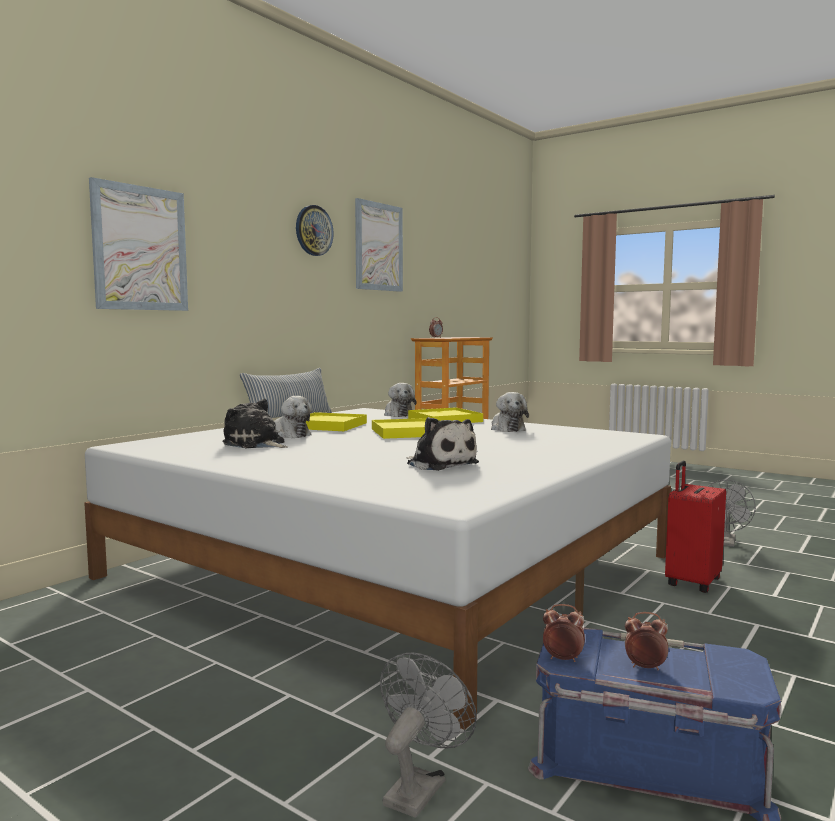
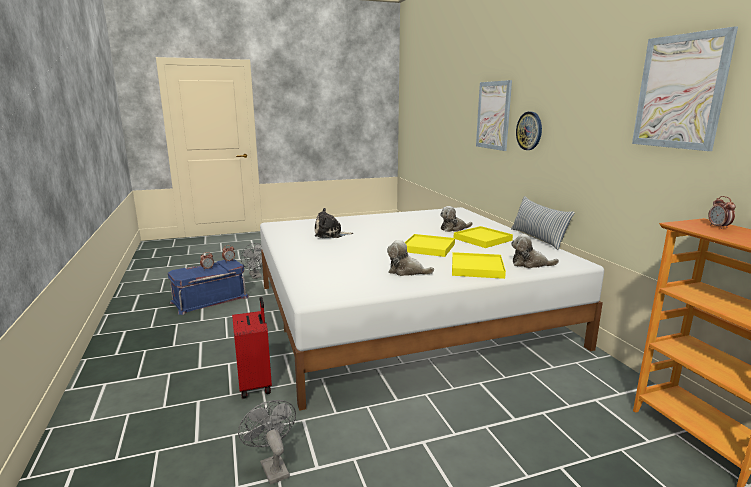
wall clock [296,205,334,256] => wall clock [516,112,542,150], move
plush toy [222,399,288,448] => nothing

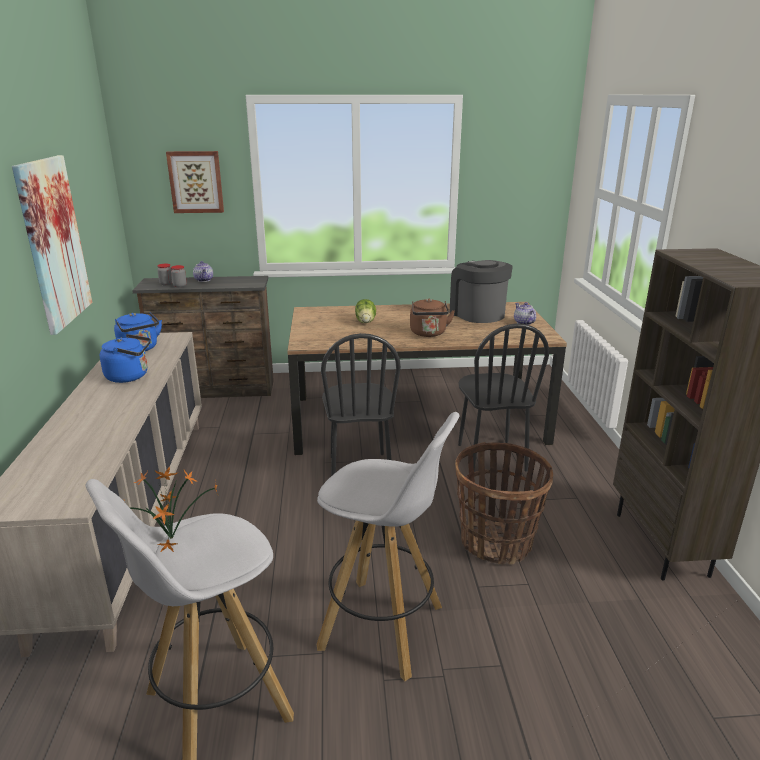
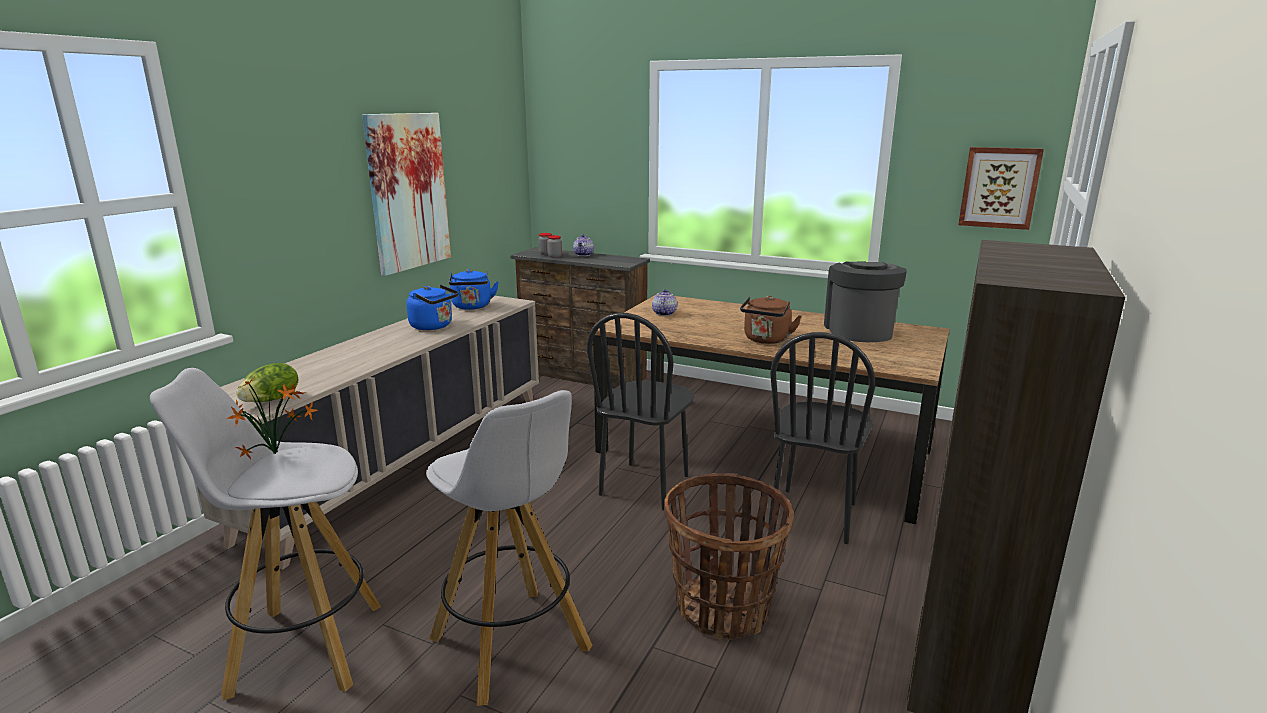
lettuce [355,299,376,323] => lettuce [236,363,299,402], move
teapot [514,302,536,325] => teapot [652,289,677,316], move
picture [166,151,224,213] => picture [958,147,1044,230], move

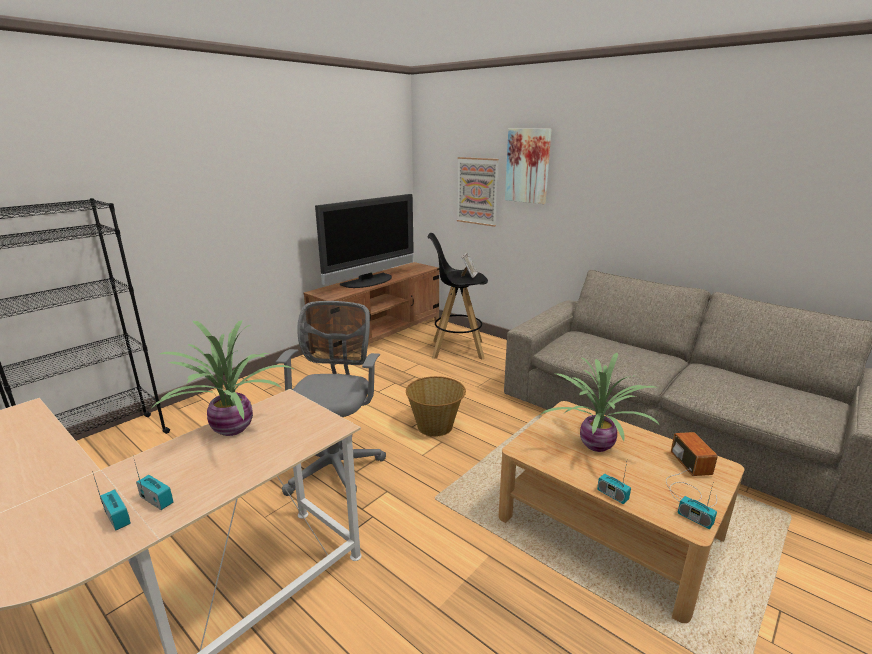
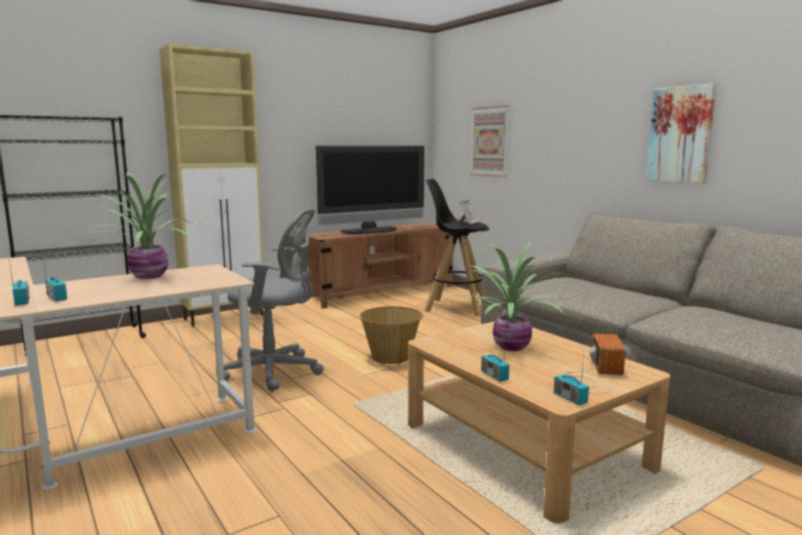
nothing => cabinet/beige [160,44,264,327]
office chair/grey [276,301,386,496] => office chair/grey [216,209,324,392], 75 degrees clockwise
picture [505,129,552,204] => picture [646,83,717,184], move

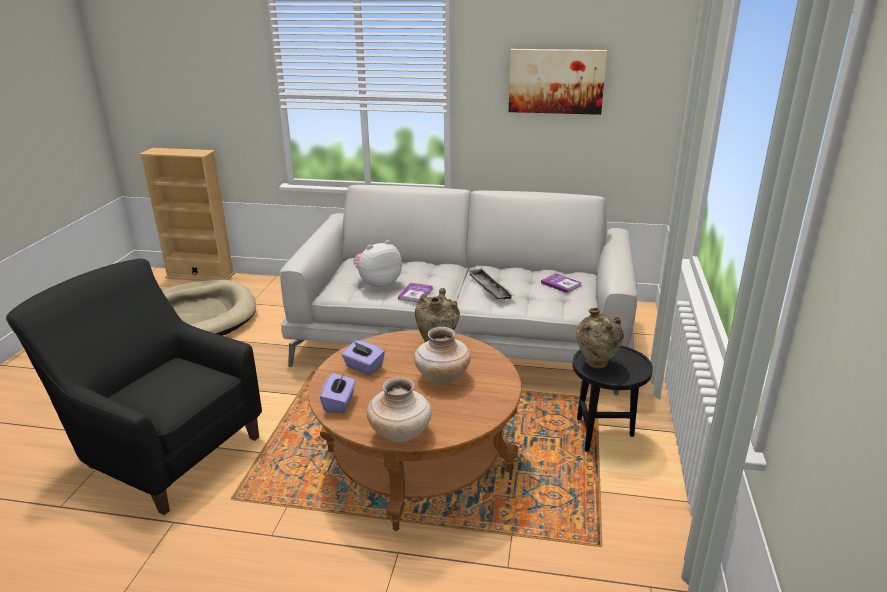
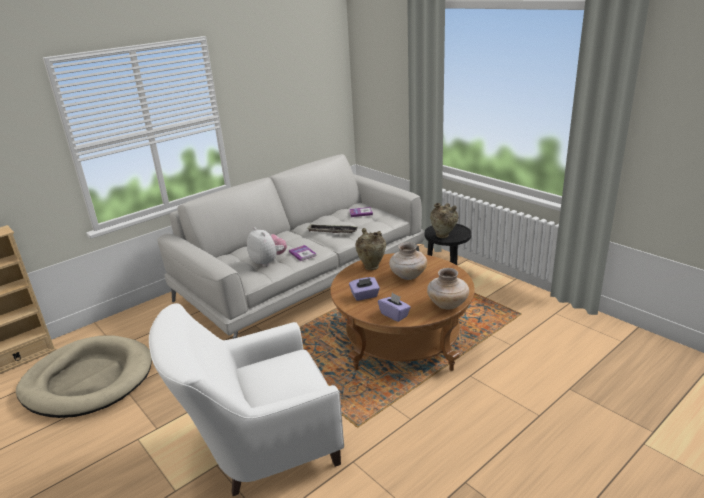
armchair/black [6,259,262,515] => armchair/white [149,303,344,496]
plush toy [353,240,402,290] => plush toy [247,227,287,267], 135 degrees clockwise
picture [509,49,607,115] => nothing

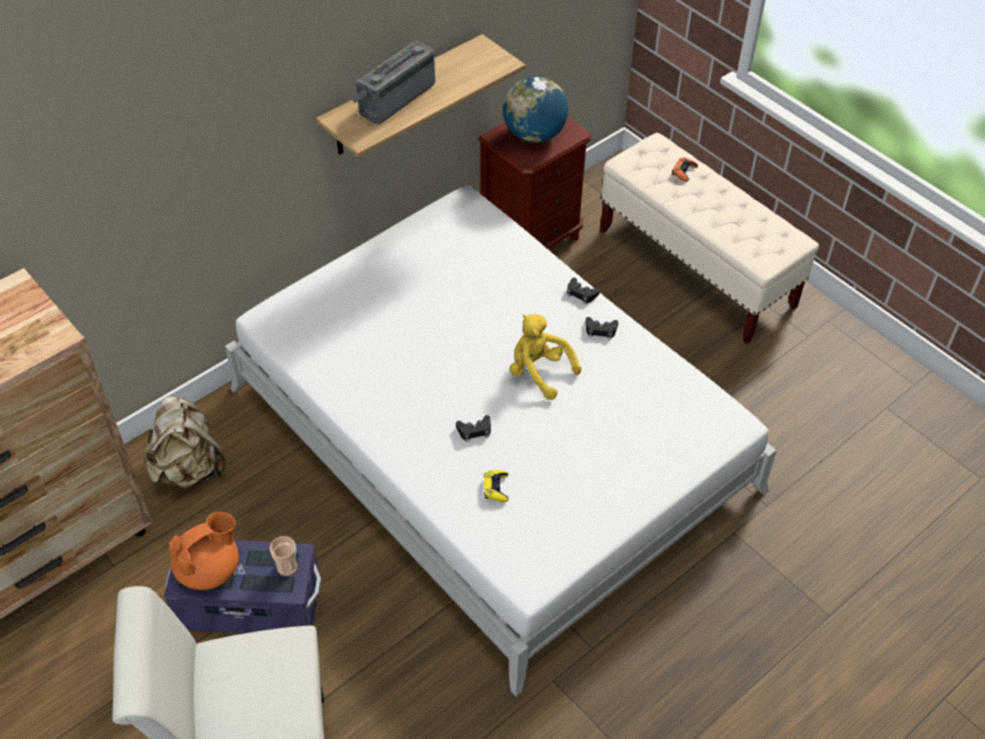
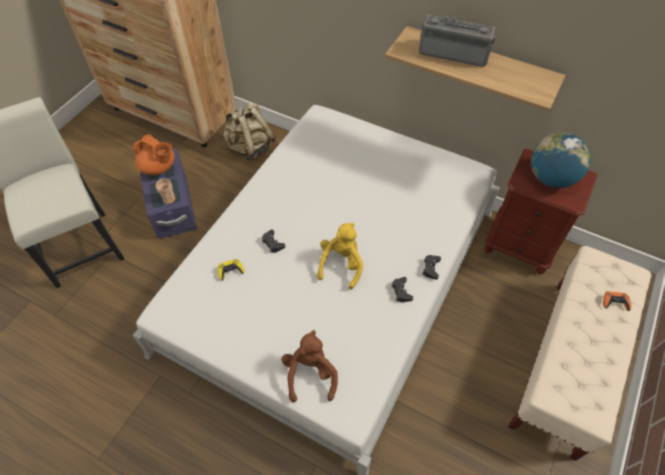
nothing => plush toy/brown [281,330,338,403]

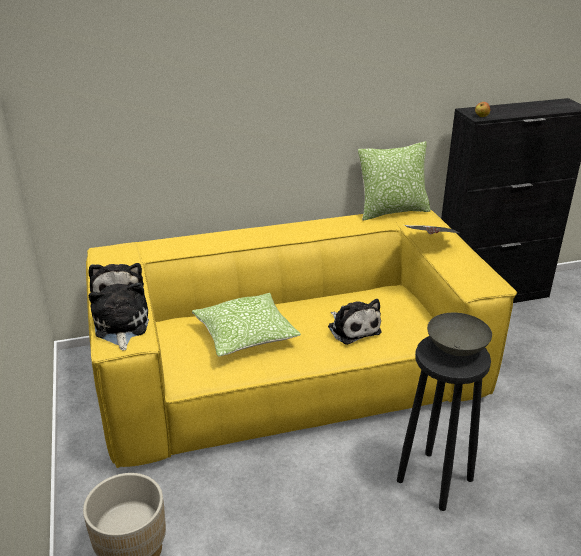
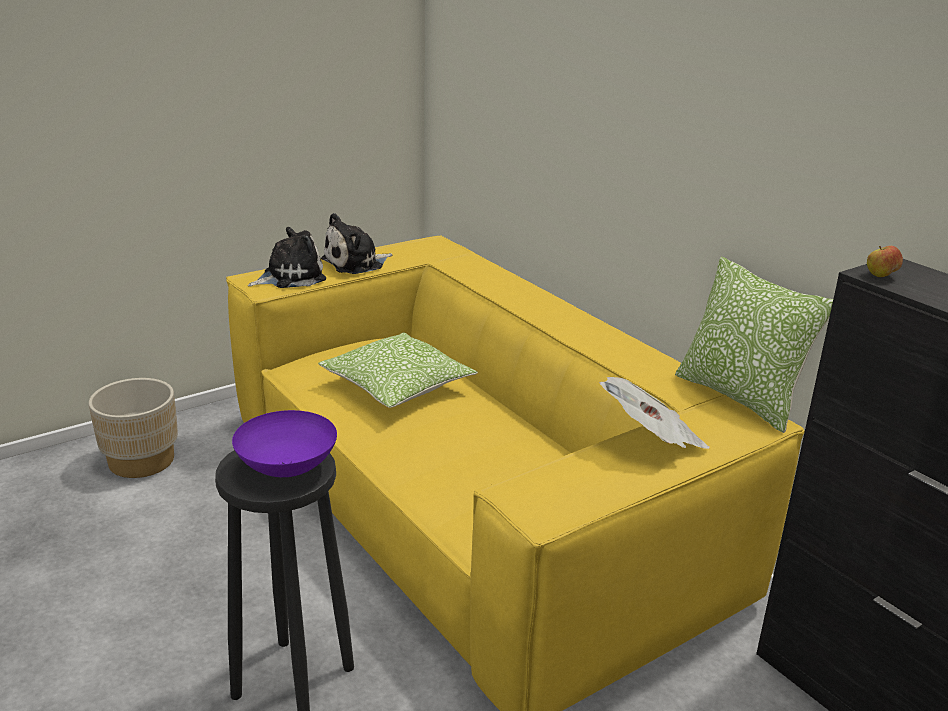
bowl/grey [427,313,492,356] => bowl/purple [232,410,337,477]
plush toy [328,299,382,345] => nothing

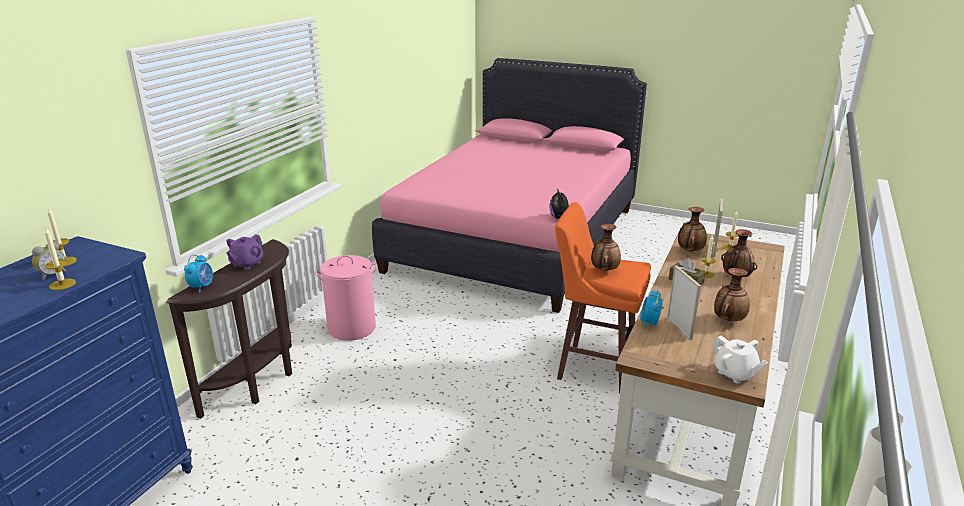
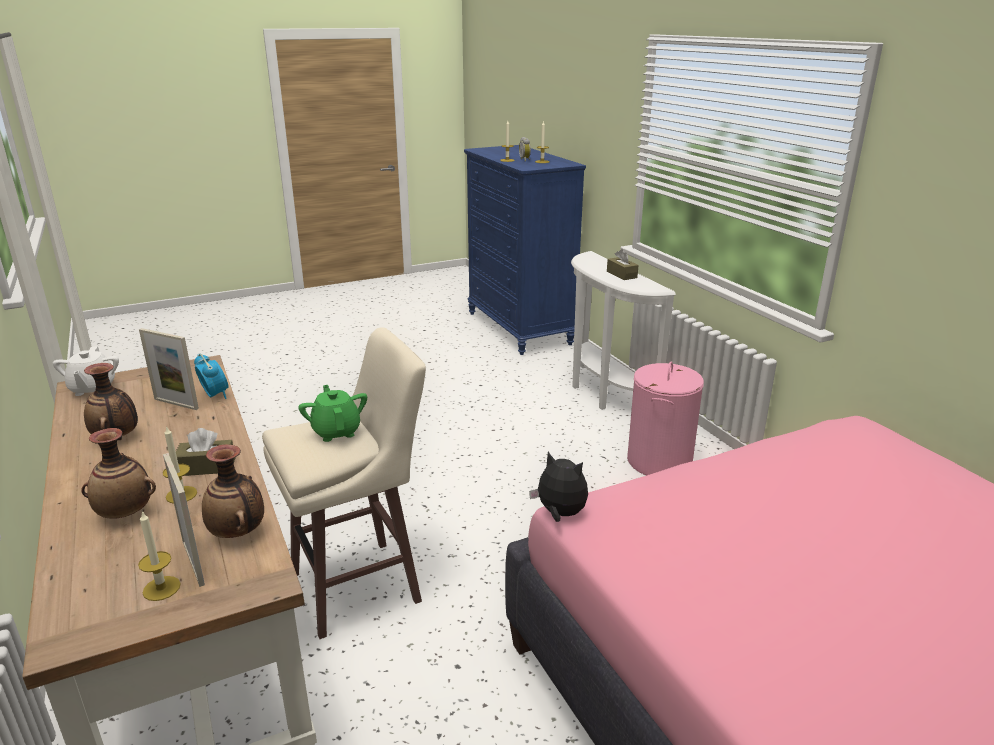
teapot/white [713,336,768,384] => teapot/white [53,346,119,396], 105 degrees counterclockwise
stool/orange [555,202,651,393] => stool/beige [262,327,426,639]
vase [591,224,621,271] => teapot/green [298,385,367,442]
console table/brown [166,239,292,419] => console table/white [571,251,676,410]
teapot/purple [226,234,263,270] => tissue box/brown [607,249,638,280]
alarm clock [184,254,213,293] => nothing

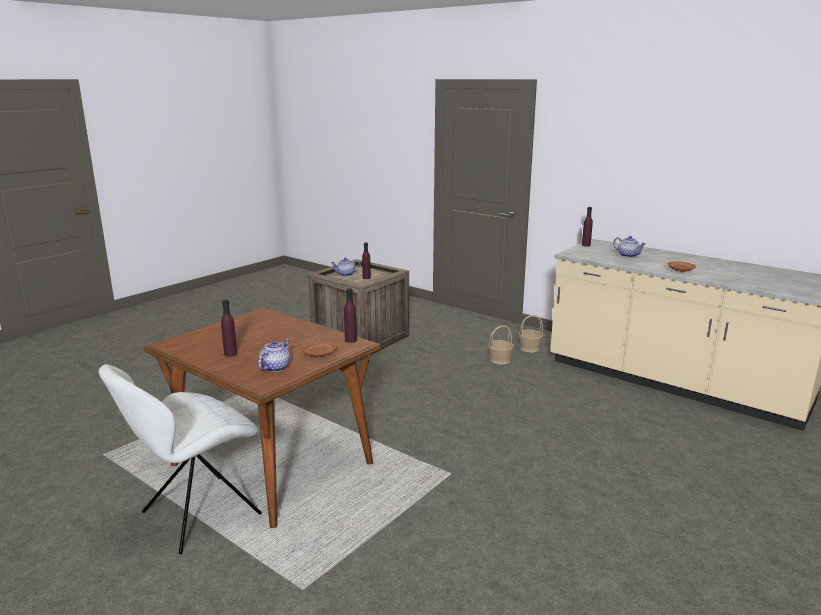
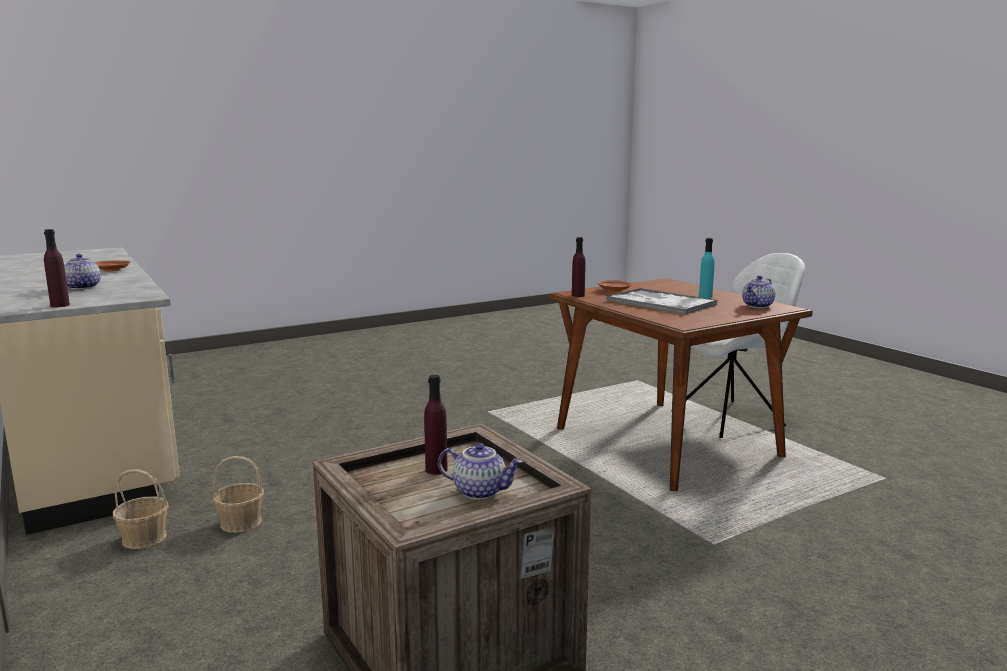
nothing => tray [606,288,718,315]
bottle/purple [221,300,237,357] => bottle/turquoise [699,238,715,298]
teapot [258,339,290,372] => teapot [742,275,775,308], move

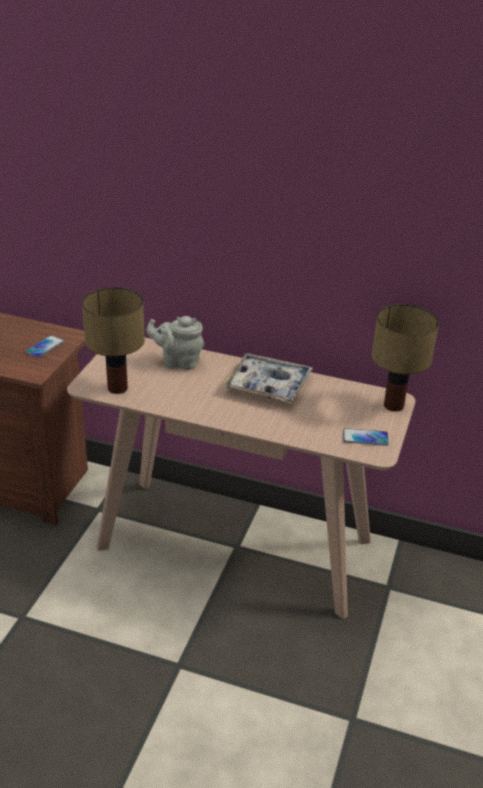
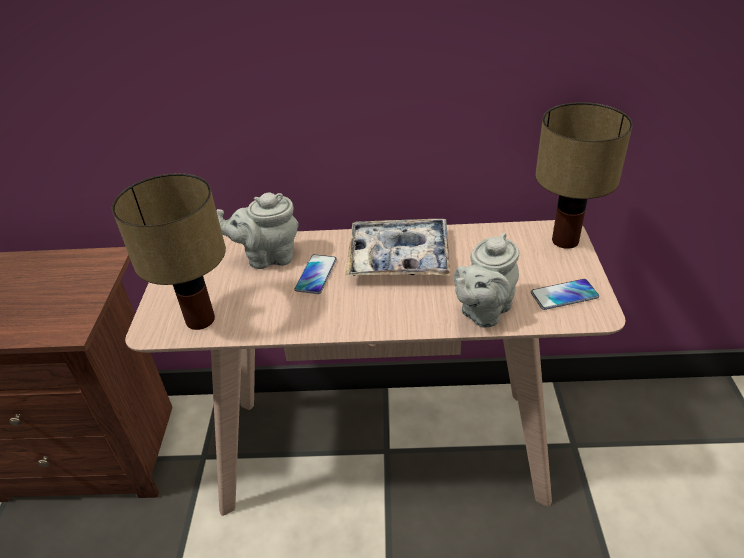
phone [25,335,65,358] => phone [295,254,337,294], move
nothing => teapot/grey [454,233,519,328]

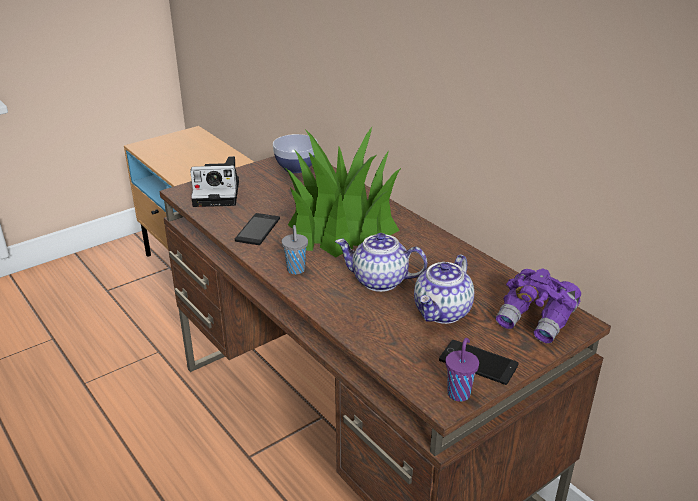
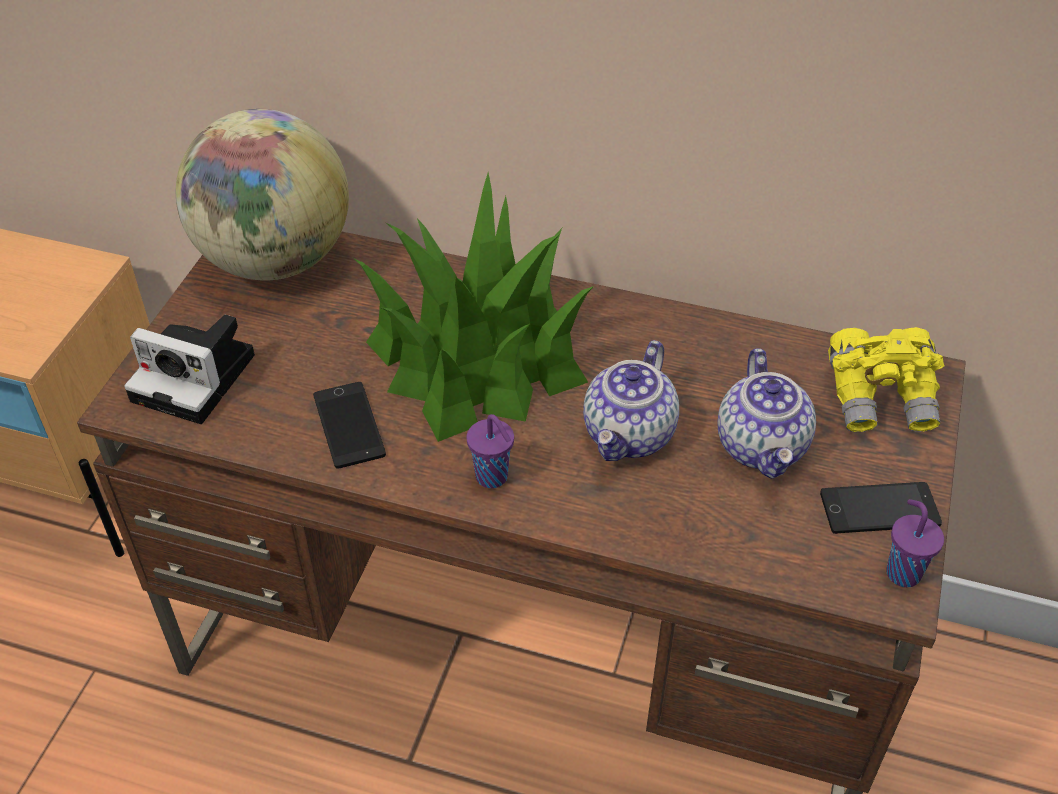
photo camera [190,156,239,207] => photo camera [124,315,255,424], 60 degrees clockwise
bowl [273,134,318,173] => globe [176,109,349,281]
cup/grey [282,225,308,274] => cup/purple [466,414,514,488]
teapot [335,233,427,292] => teapot [583,340,679,461], 45 degrees counterclockwise
binoculars/purple [496,268,581,343] => binoculars/yellow [828,327,945,432]

